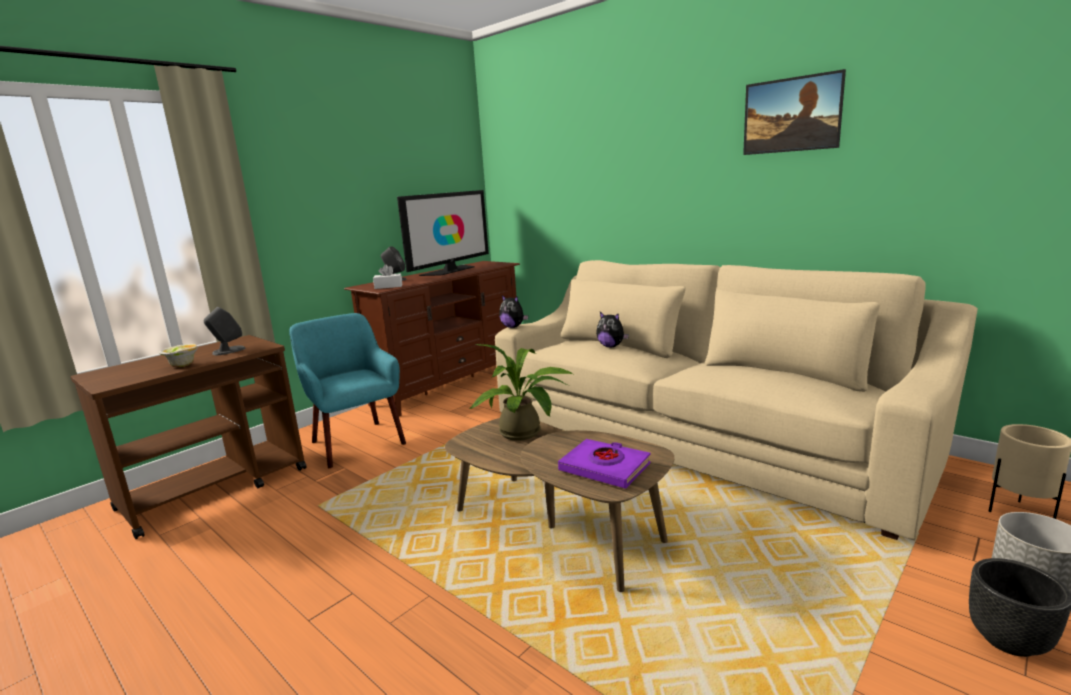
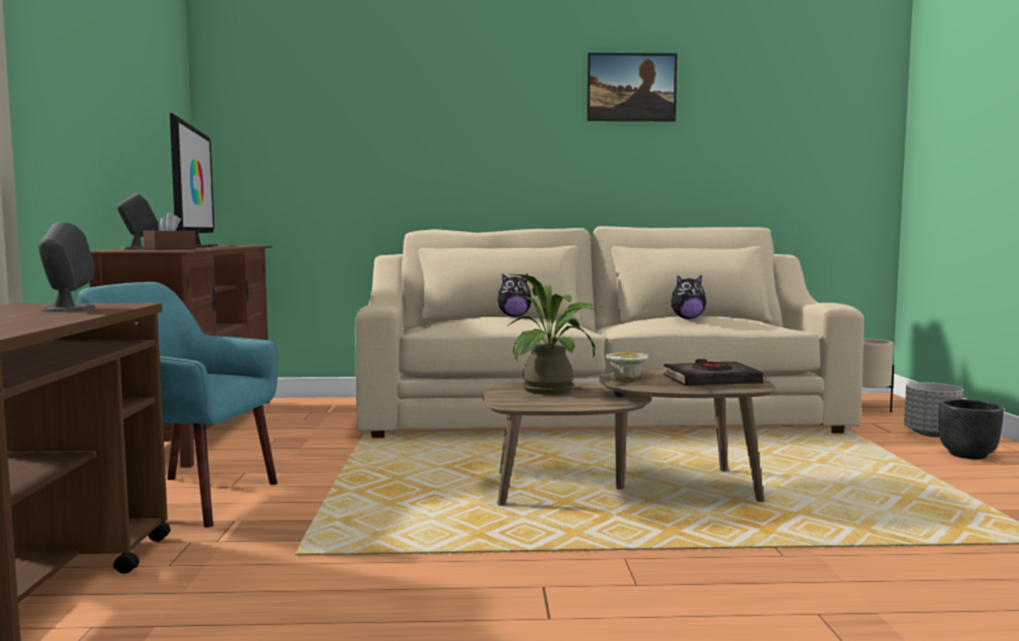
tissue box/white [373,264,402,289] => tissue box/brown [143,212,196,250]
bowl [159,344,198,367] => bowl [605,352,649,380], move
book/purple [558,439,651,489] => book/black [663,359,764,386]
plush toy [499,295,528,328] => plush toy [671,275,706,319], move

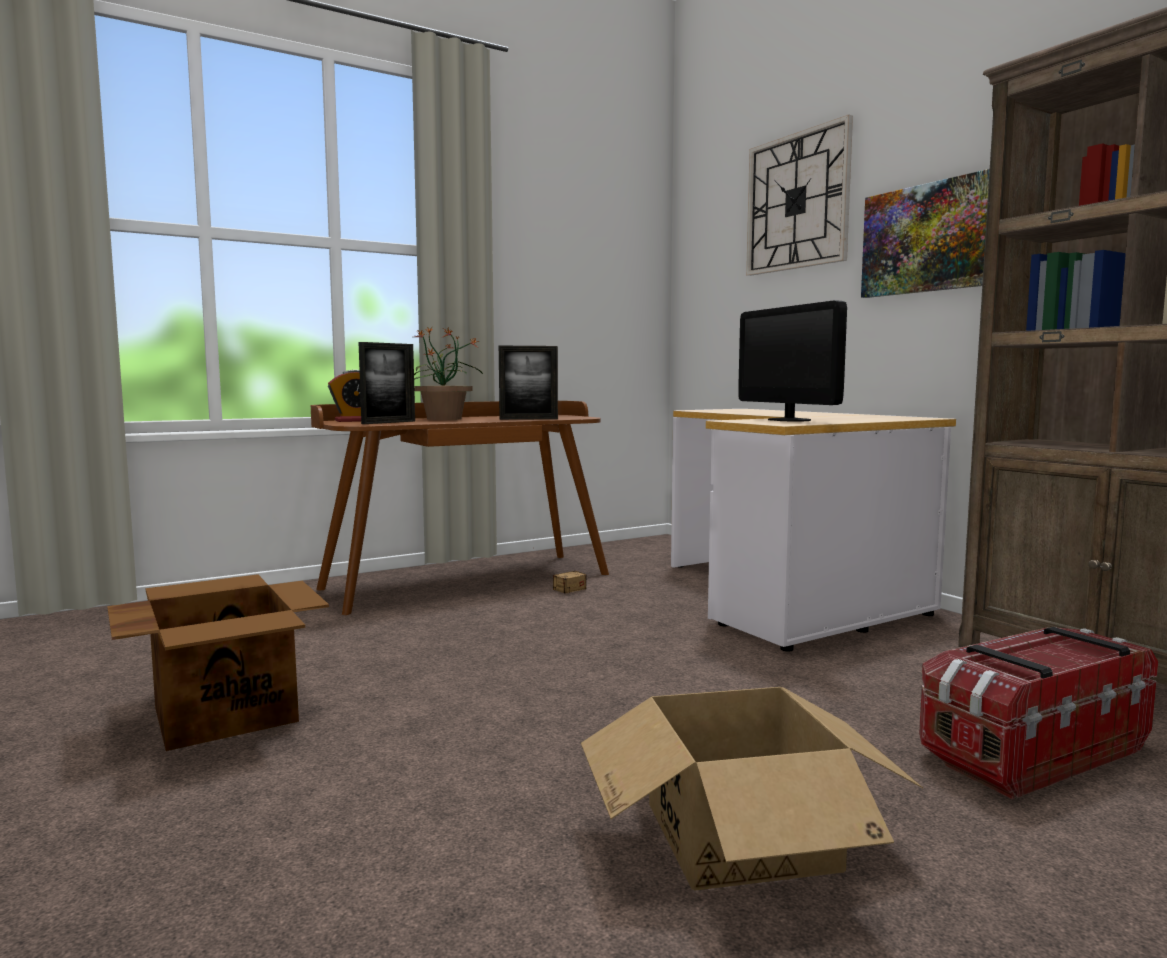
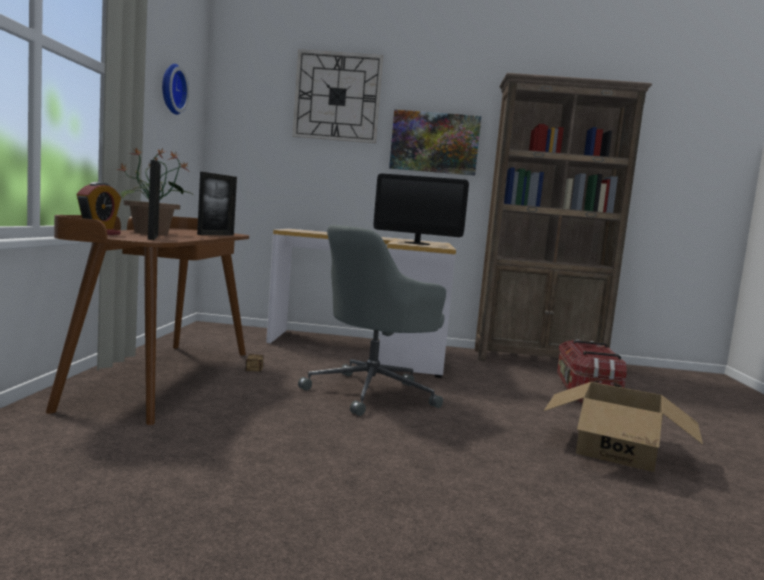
nothing => wall clock [162,64,189,115]
nothing => office chair/grey [298,225,446,416]
cardboard box [107,574,329,751] => nothing

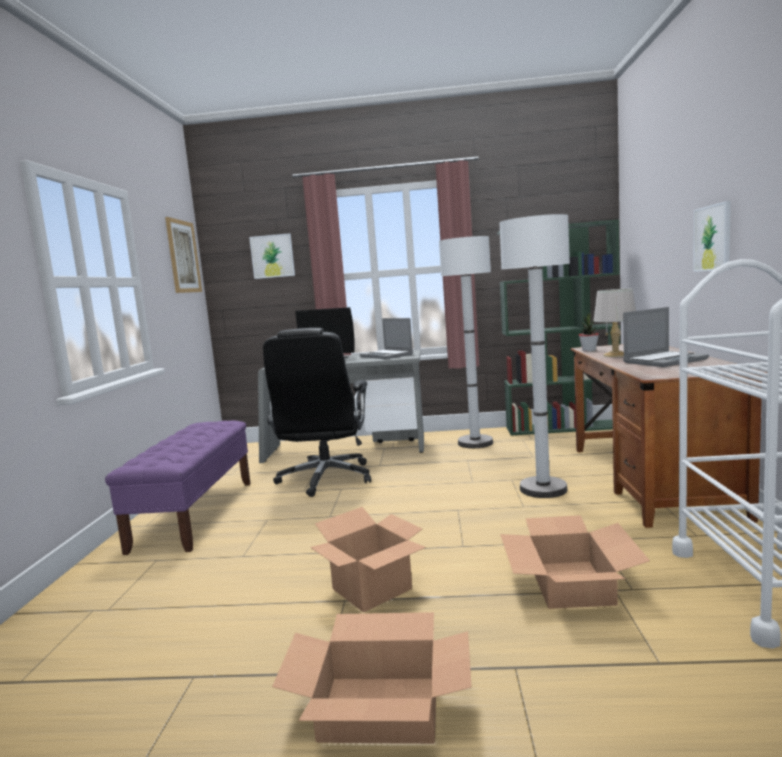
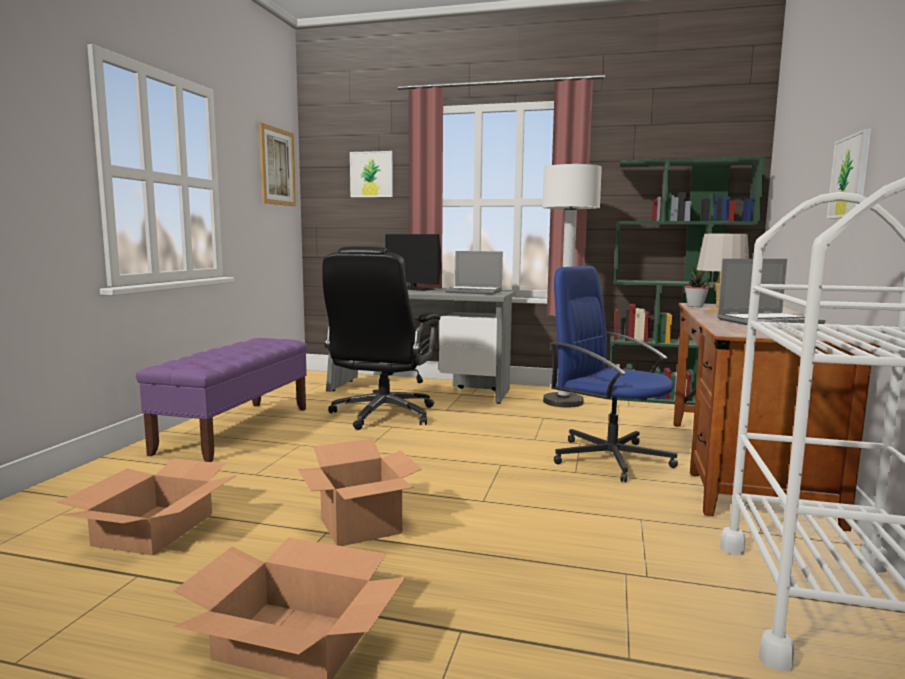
cardboard box [500,515,650,609] => cardboard box [57,458,237,556], move
laptop [360,318,413,359] => laptop [444,251,503,294], 45 degrees counterclockwise
floor lamp/white [499,214,570,498] => office chair/blue [549,266,678,482]

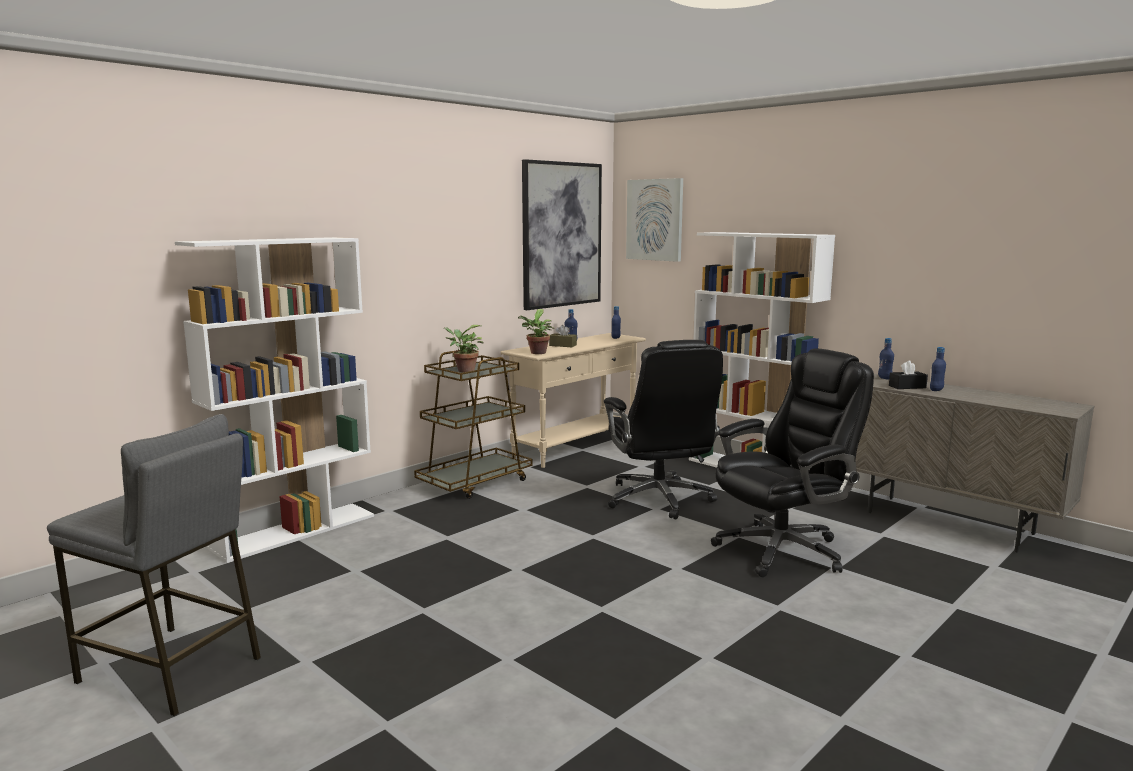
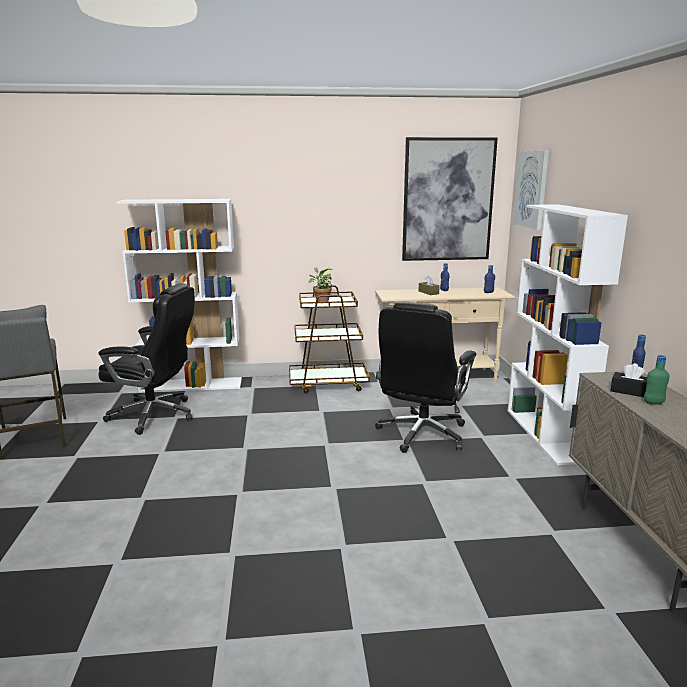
office chair/black [711,349,874,577] => office chair/black [98,283,195,435], move
bottle/blue [930,347,946,391] => bottle/green [644,355,670,405]
potted plant [518,309,554,354] => nothing

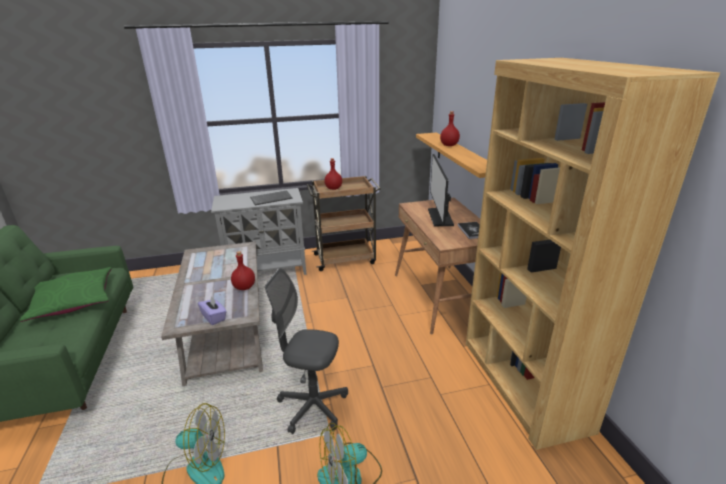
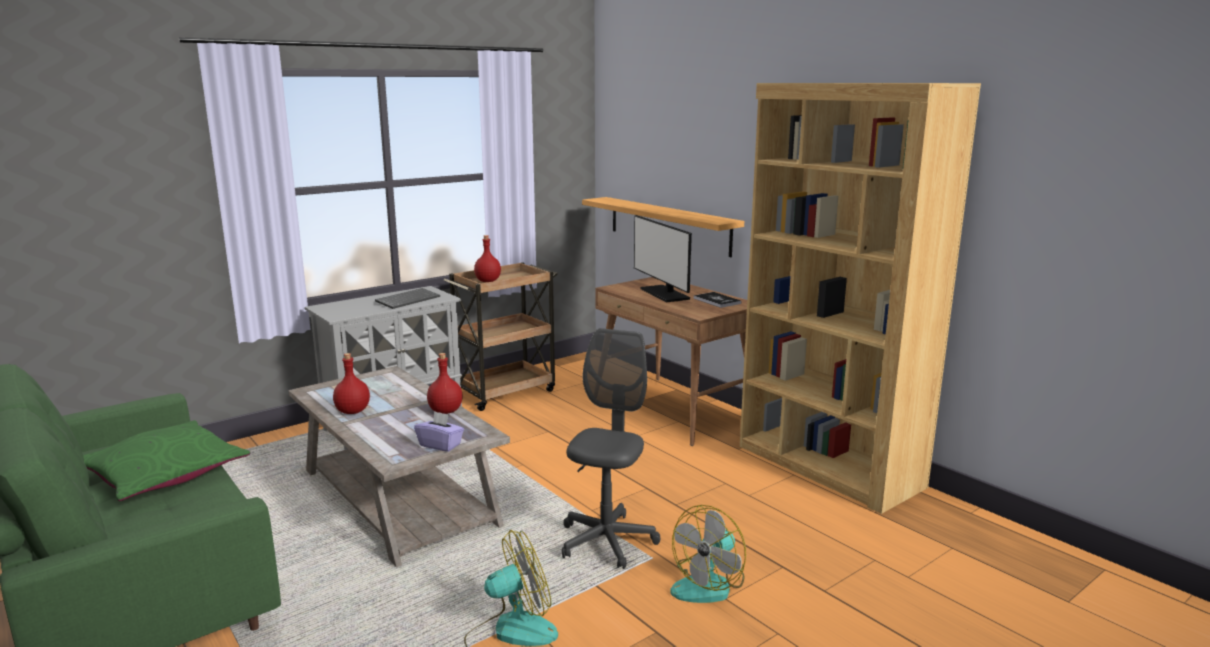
bottle/red [440,111,460,146] => bottle/red [333,353,370,414], move
office chair/grey [265,268,348,434] => office chair/grey [562,328,660,569], 120 degrees clockwise

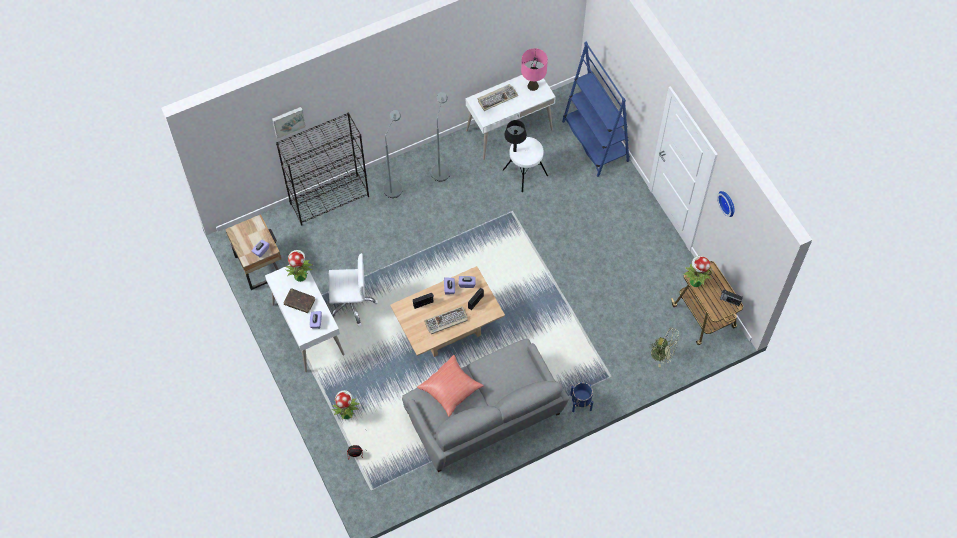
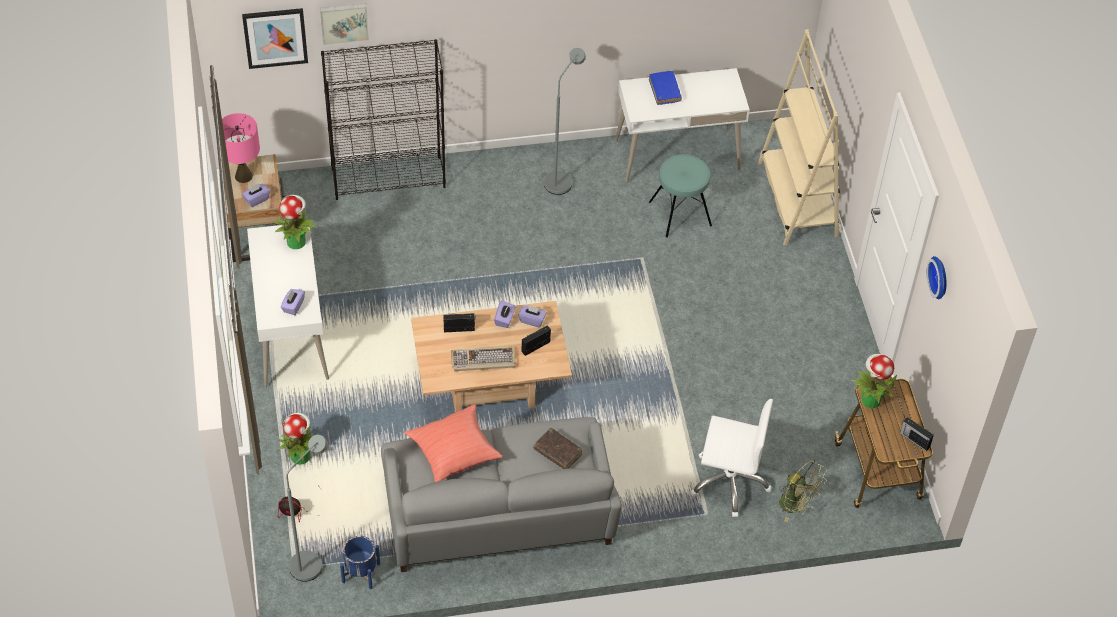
table lamp/pink [521,48,548,91] => table lamp/pink [222,113,260,183], move
nothing => picture [242,8,308,69]
floor lamp/grey [383,110,403,198] => floor lamp/grey [286,435,328,582], move
planter/blue [570,382,593,412] => planter/blue [340,536,380,589], move
book/brown [284,288,315,313] => book/brown [533,428,583,469], move
keyboard [478,84,518,111] => book/blue [649,71,682,105]
stool/white [503,137,548,192] => stool/turquoise [649,154,712,238]
office chair/white [328,253,378,327] => office chair/white [690,399,773,517], move
bookcase/blue [562,41,630,177] => bookcase/beige [758,29,840,245]
table lamp/black [504,120,527,152] => nothing

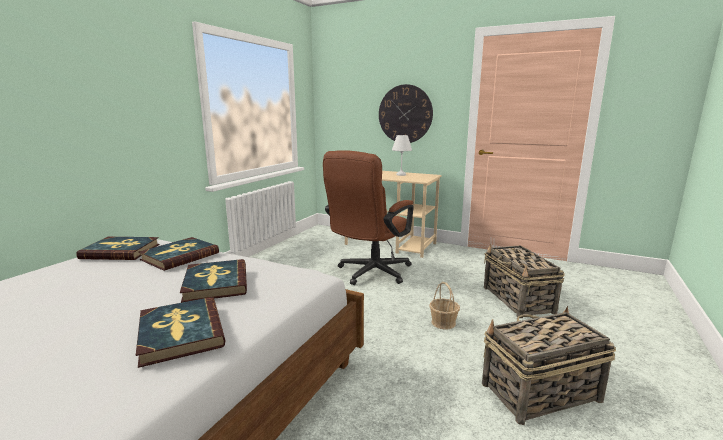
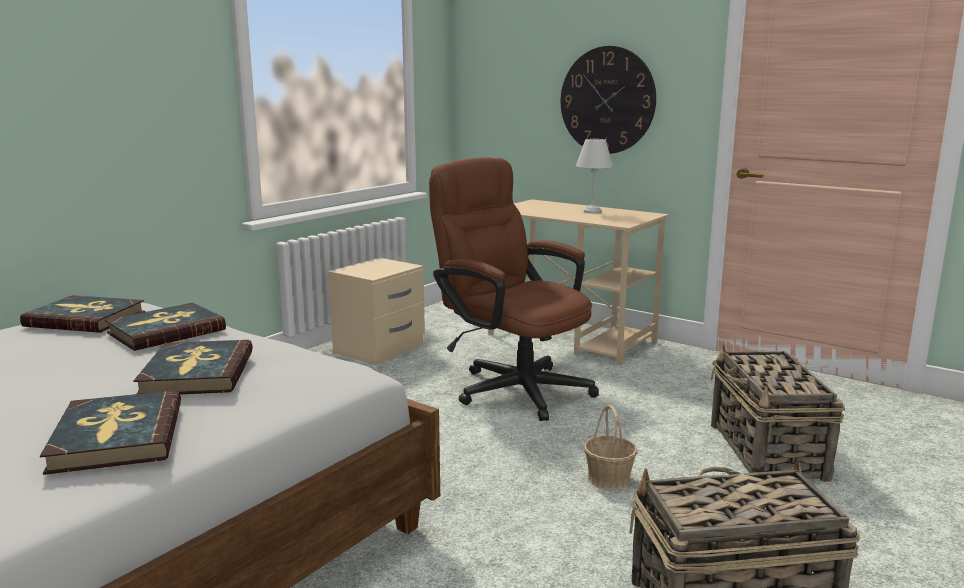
nothing => nightstand/beige [328,258,425,365]
office chair/brown [323,150,414,285] => office chair/brown [429,157,599,421], 90 degrees clockwise

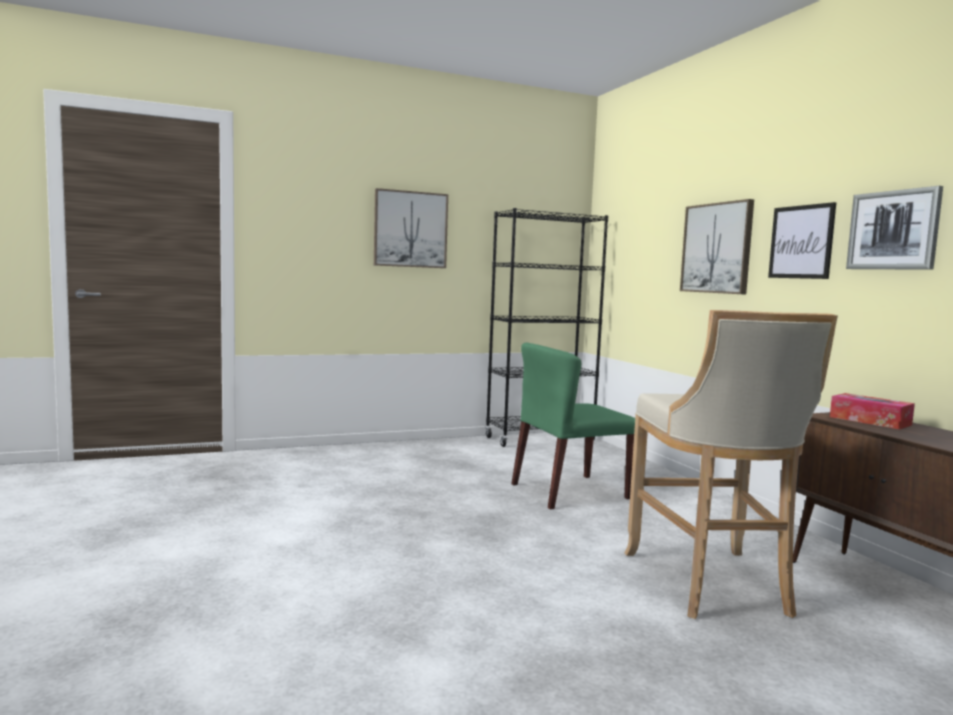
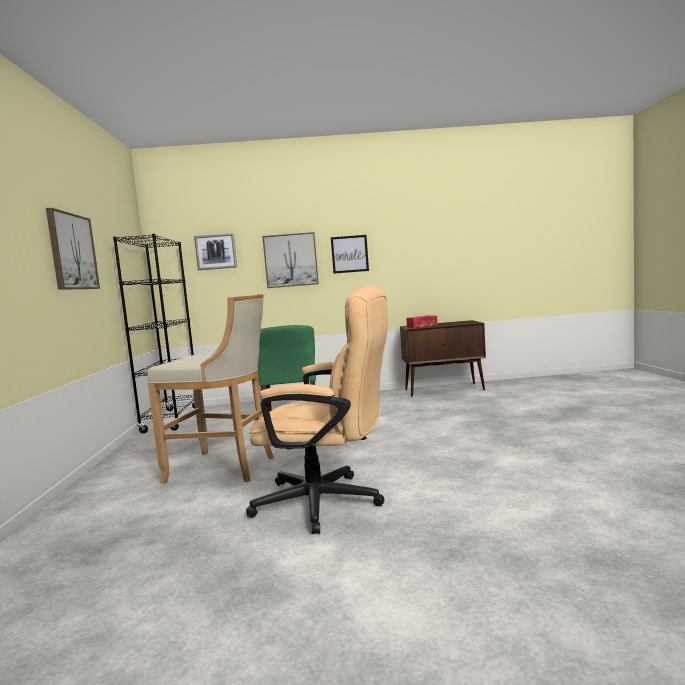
stool/beige [625,310,838,619] => stool/beige [147,294,274,484], move
picture [846,186,943,270] => picture [194,233,237,270], move
nothing => office chair/beige [246,286,388,534]

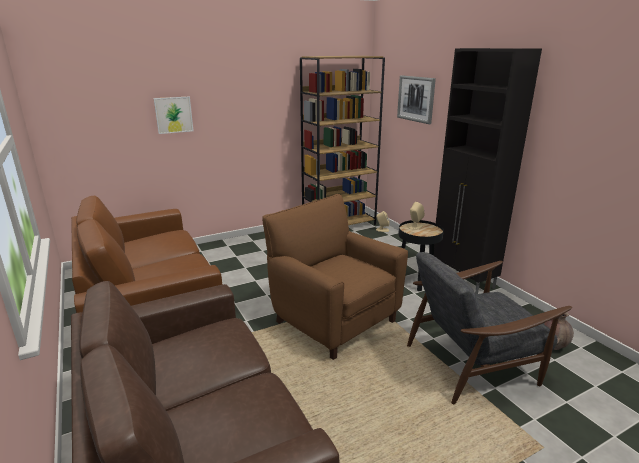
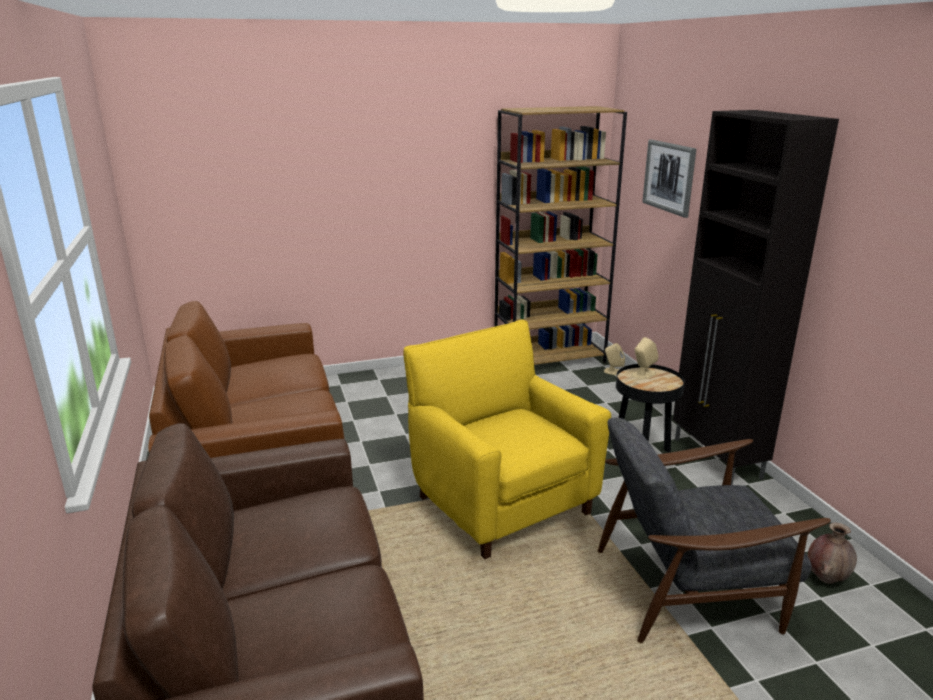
armchair/brown [262,194,408,360] => armchair/yellow [403,320,611,559]
picture [154,97,194,134] => nothing

